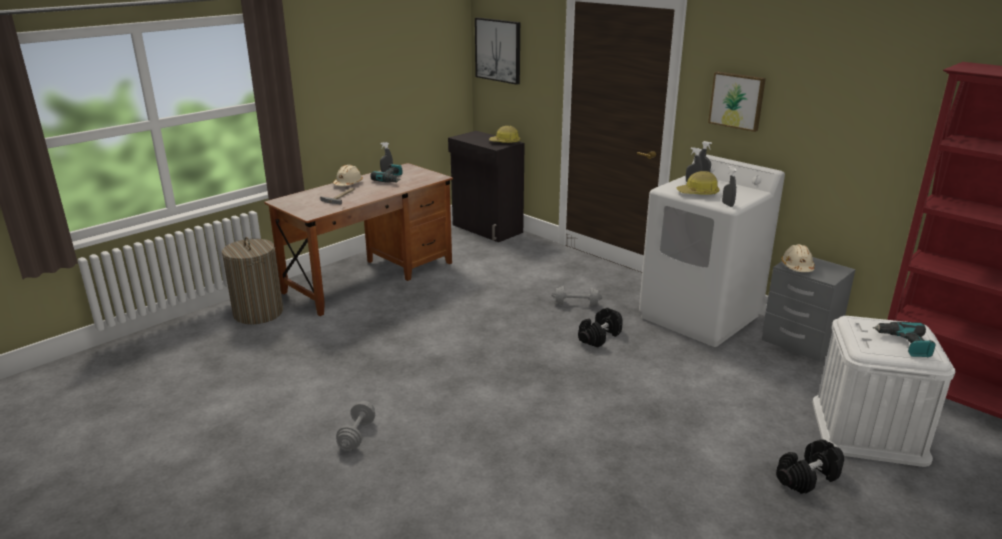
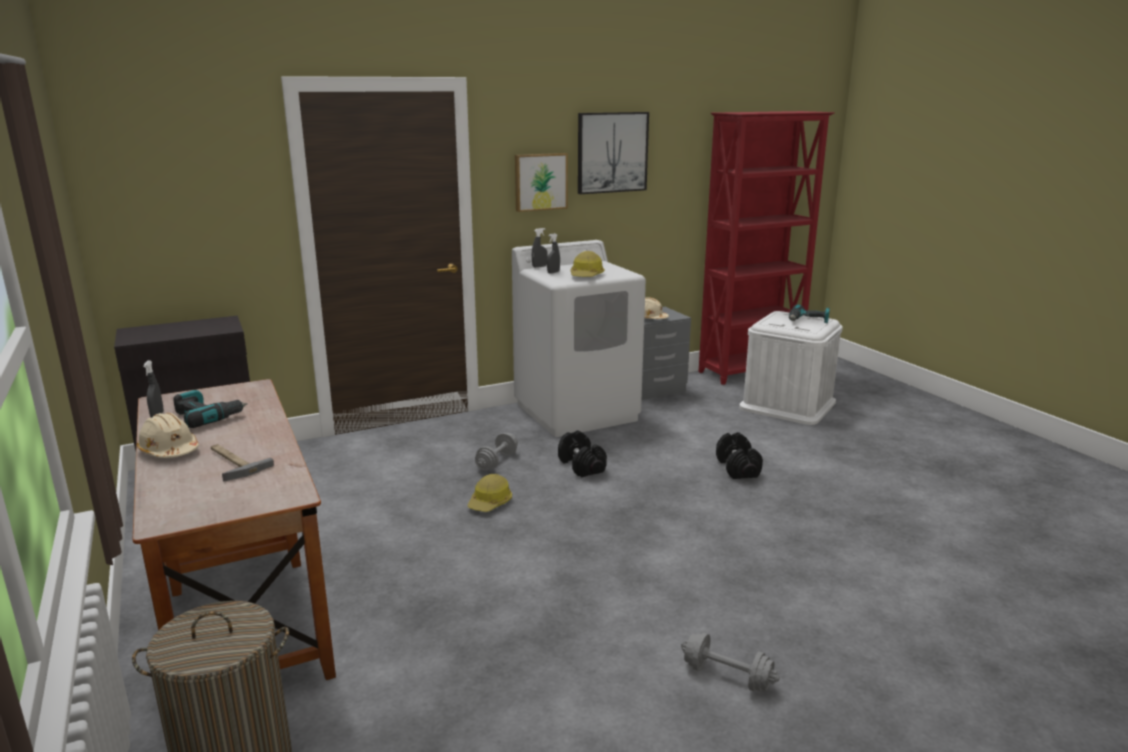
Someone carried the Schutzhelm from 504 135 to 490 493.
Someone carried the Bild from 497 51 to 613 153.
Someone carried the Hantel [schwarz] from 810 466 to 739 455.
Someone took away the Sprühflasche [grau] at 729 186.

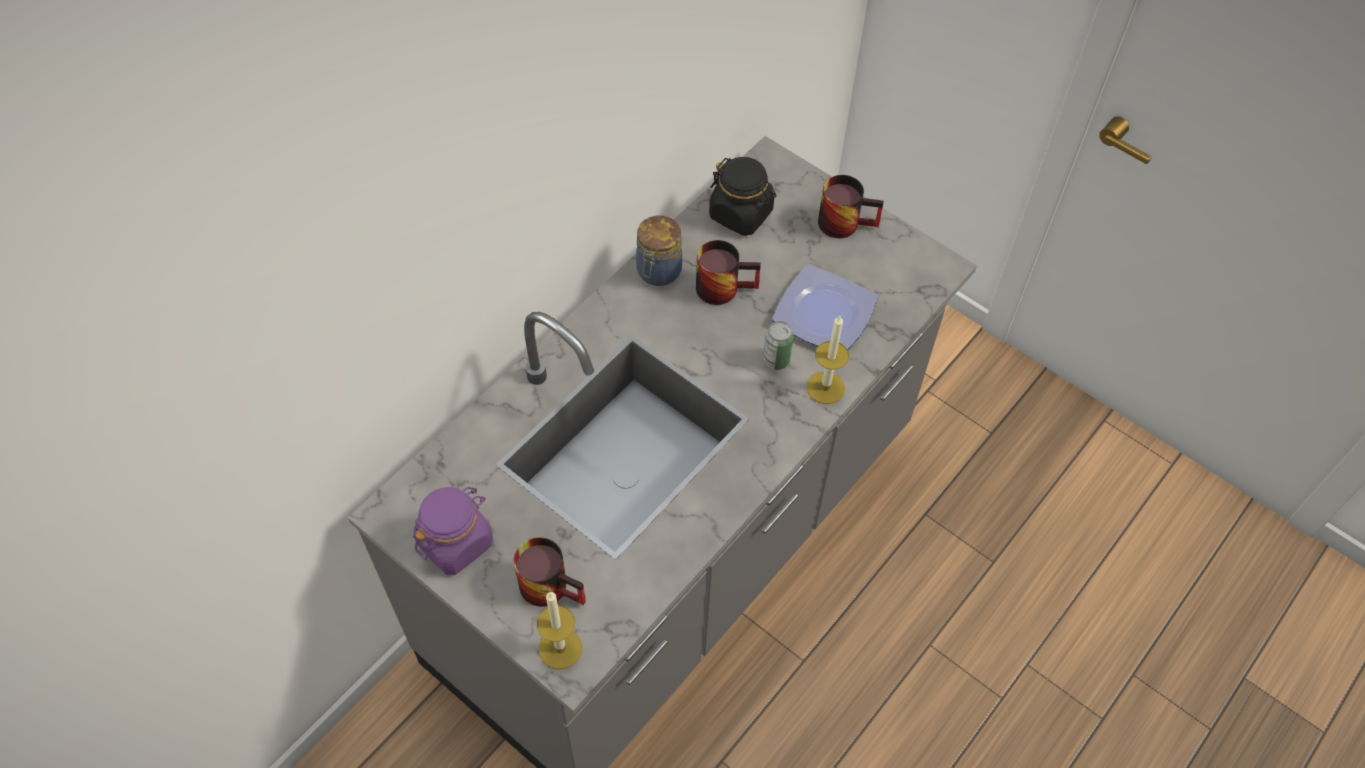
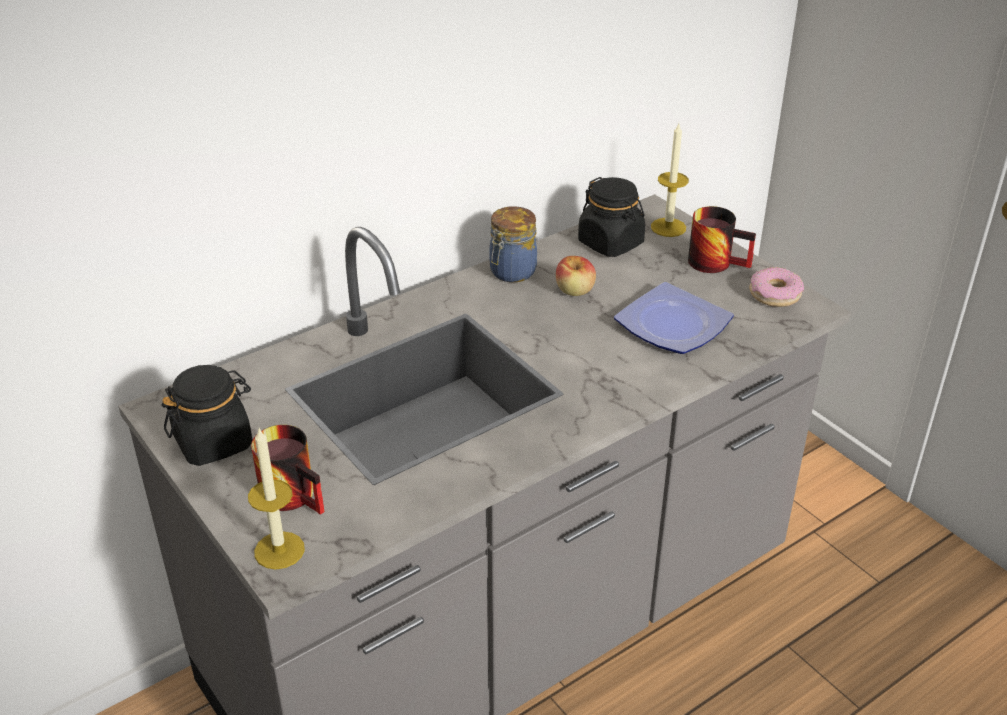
Someone repainted the Vorratsglas [lila] at 453 531, which became the Vorratsglas [schwarz] at 207 415.
Someone swapped the Henkelbecher at 728 272 for the Apfel at 576 276.
Someone carried the Kerze from 827 360 to 670 180.
Someone put down the Donut at 776 287.
Someone took away the Dose at 778 345.

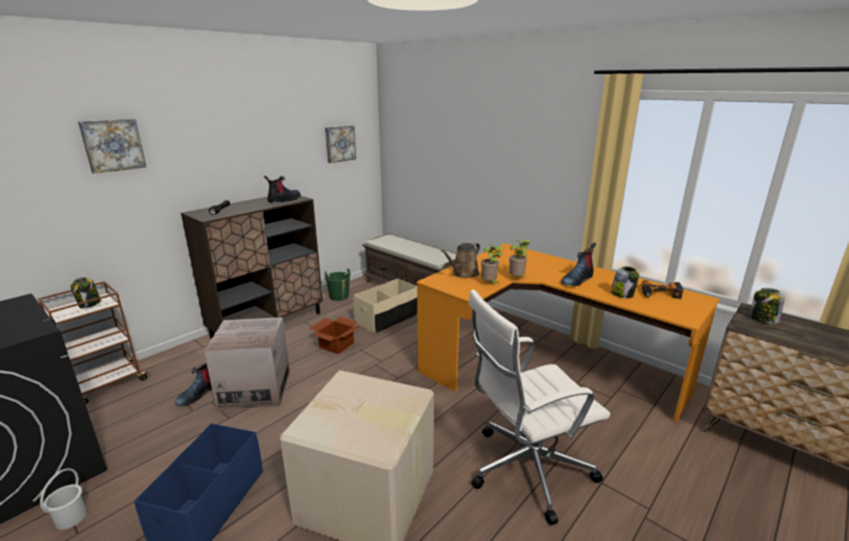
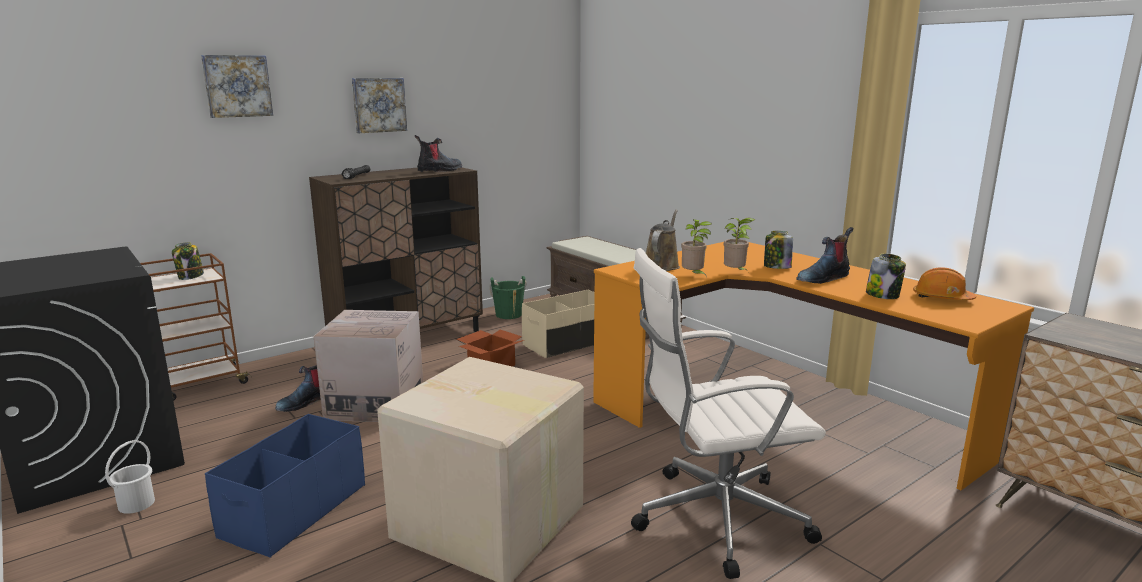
Someone carried the Bild from 340 144 to 379 105.
Someone rotated the Gießkanne [braun] at 460 260 by 150 degrees clockwise.
Someone carried the Vorratsglas from 767 306 to 778 250.
Someone swapped the Bohrmaschine at 662 289 for the Schutzhelm [orange] at 944 283.

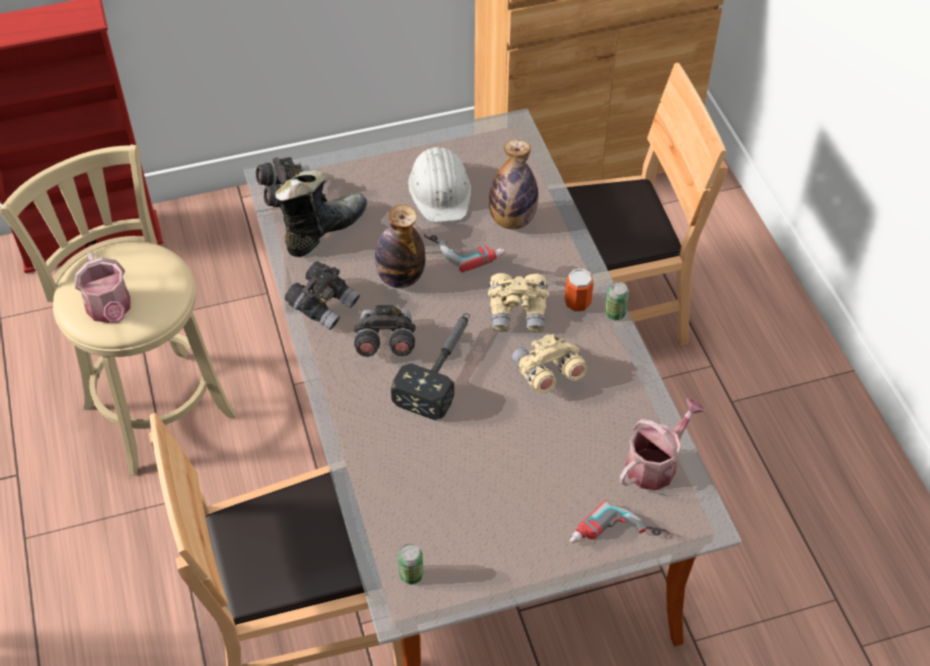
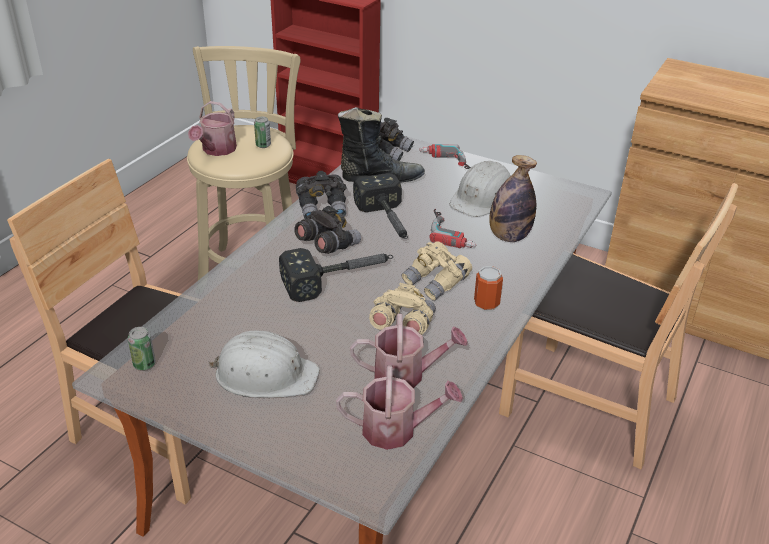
Someone put down the Schutzhelm [weiß] at 264 364.
Someone carried the Dose from 617 301 to 262 132.
Someone put down the Gießkanne at 409 351.
Someone swapped the Flasche at 400 246 for the Hammer at 380 206.
Someone carried the Bohrmaschine from 620 521 to 445 156.

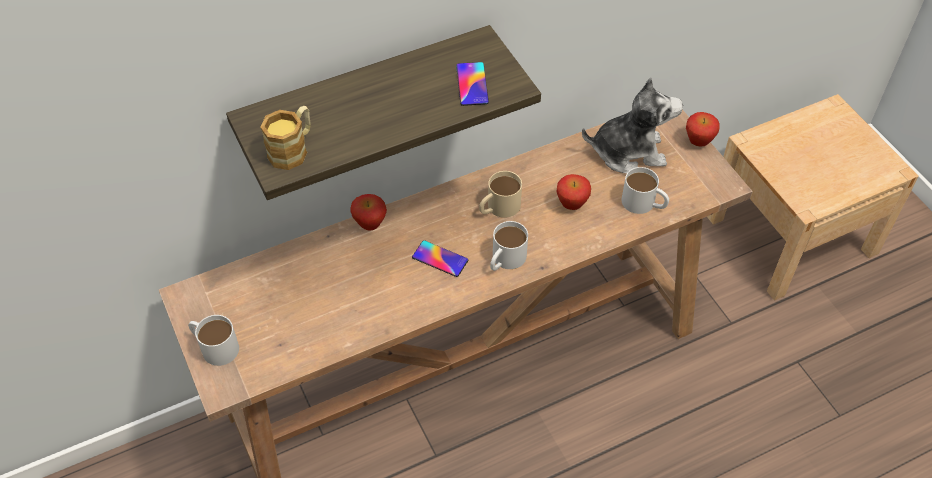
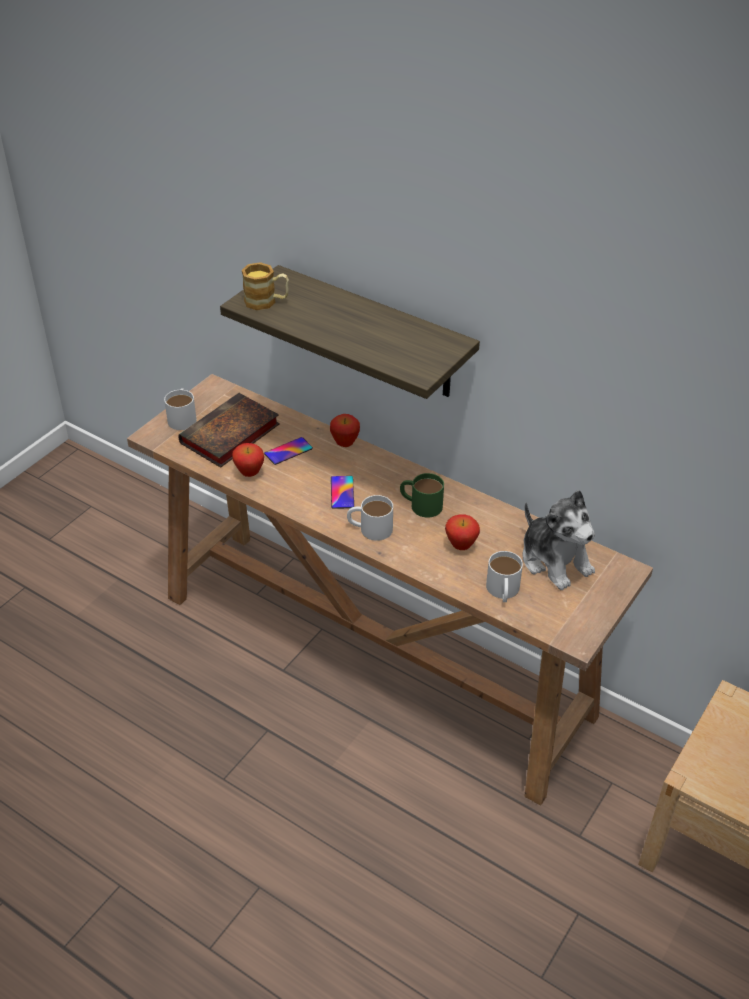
Someone put down the Buch at 229 430.
Someone carried the Apfel from 703 129 to 248 460.
Someone carried the Handy from 472 84 to 288 451.
Someone repainted the Henkelbecher [beige] at 500 194, which became the Henkelbecher [grün] at 422 495.

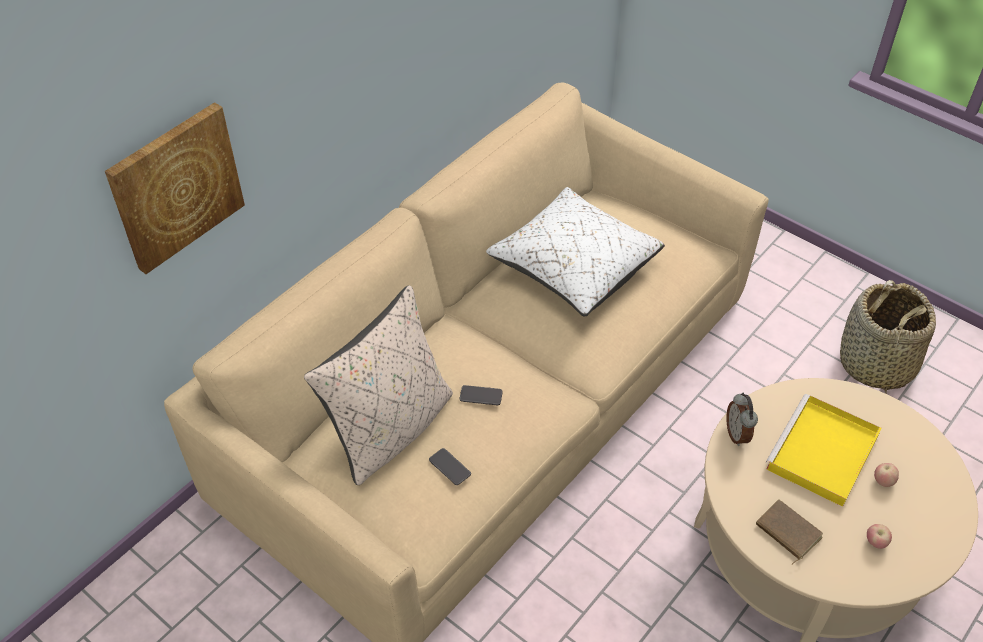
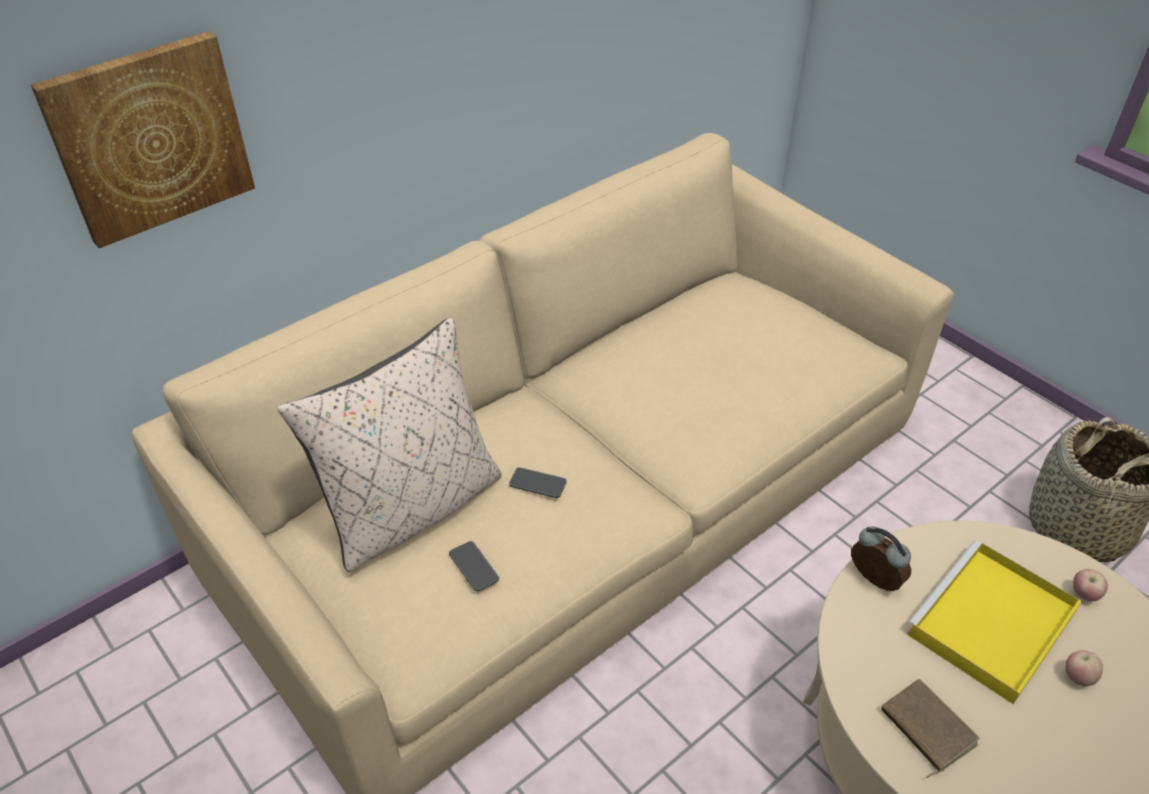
Someone rotated the Wecker at 742 419 by 135 degrees clockwise.
Someone carried the Apfel from 879 536 to 1090 585.
Someone took away the Kissen [weiß] at 575 251.

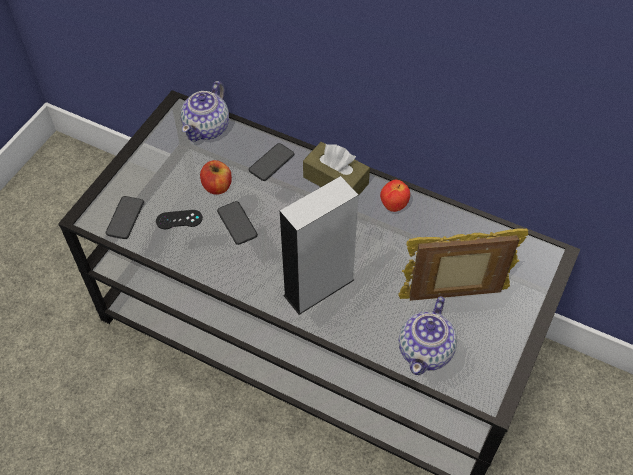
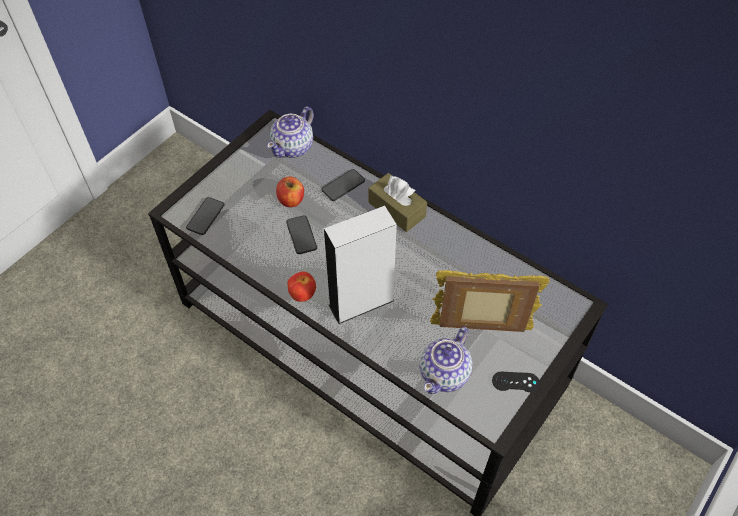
Someone carried the Apfel from 395 196 to 302 286.
Someone carried the Gamepad [schwarz] from 179 219 to 516 382.

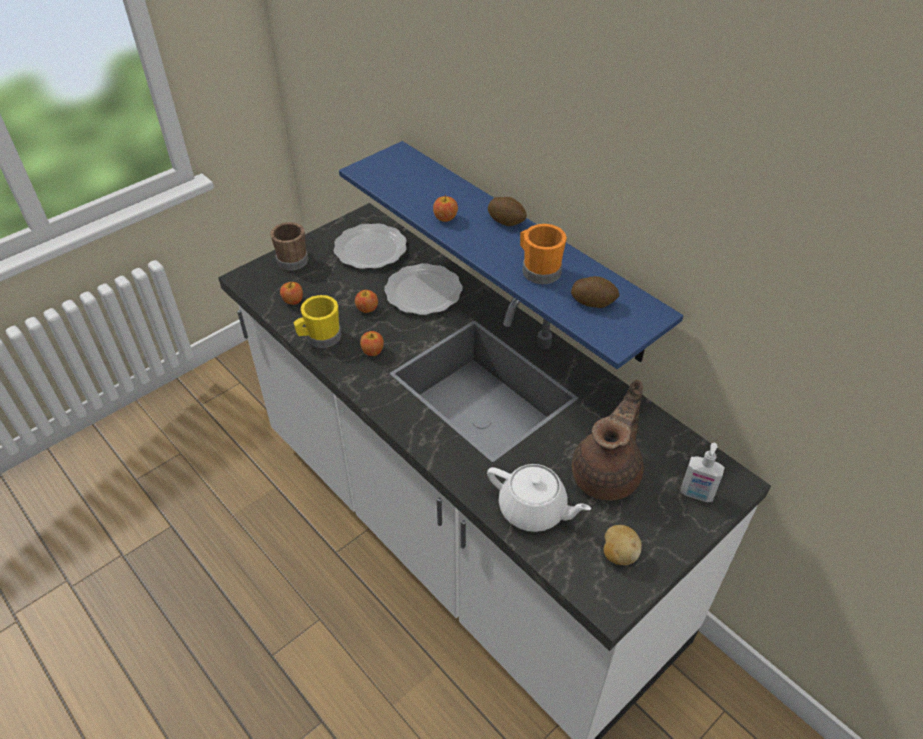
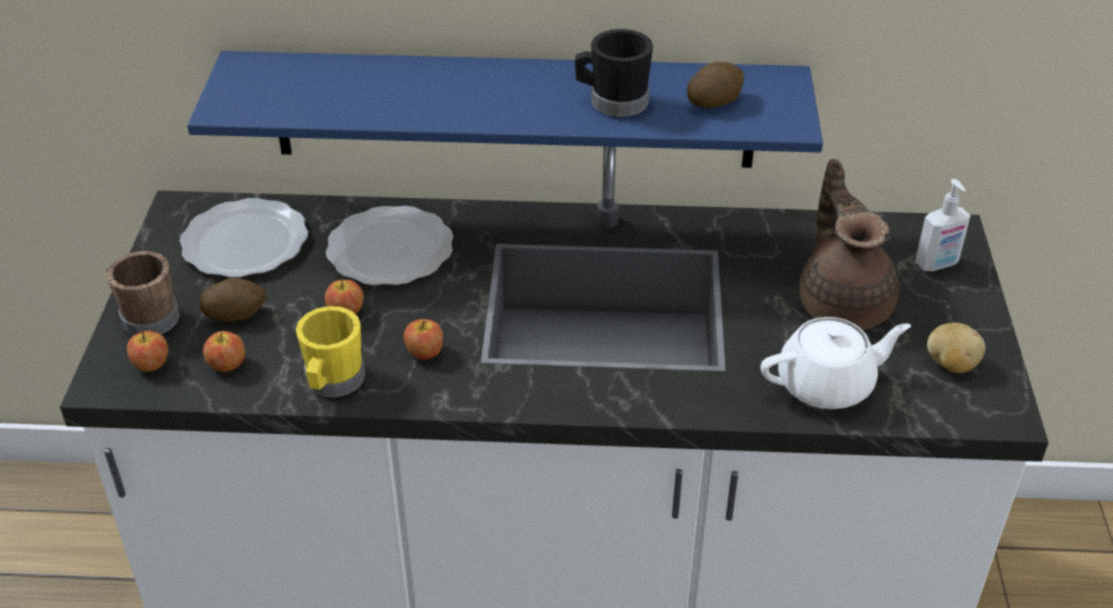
Someone carried the Apfel from 445 208 to 147 351.
Someone carried the Kartoffel from 507 211 to 233 300.
Someone repainted the Henkelbecher [orange] at 543 254, which became the Henkelbecher [schwarz] at 614 73.

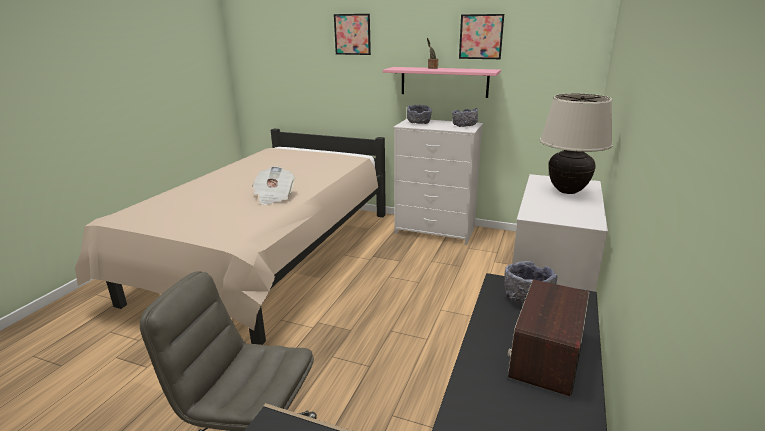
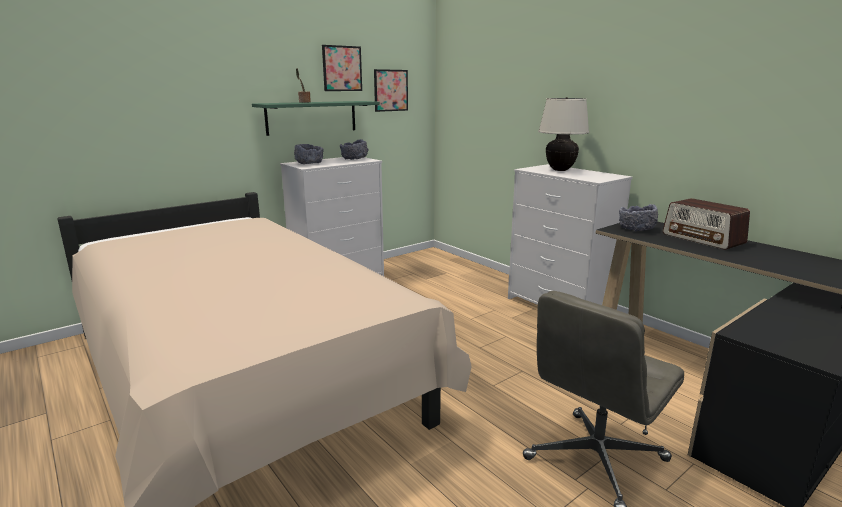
Someone repainted the Wandregal [rosa] at 442 82, which became the Wandregal [grün] at 316 118.
Someone carried the Bild from 352 34 to 391 90.
Someone took away the Zeitung at 273 185.

